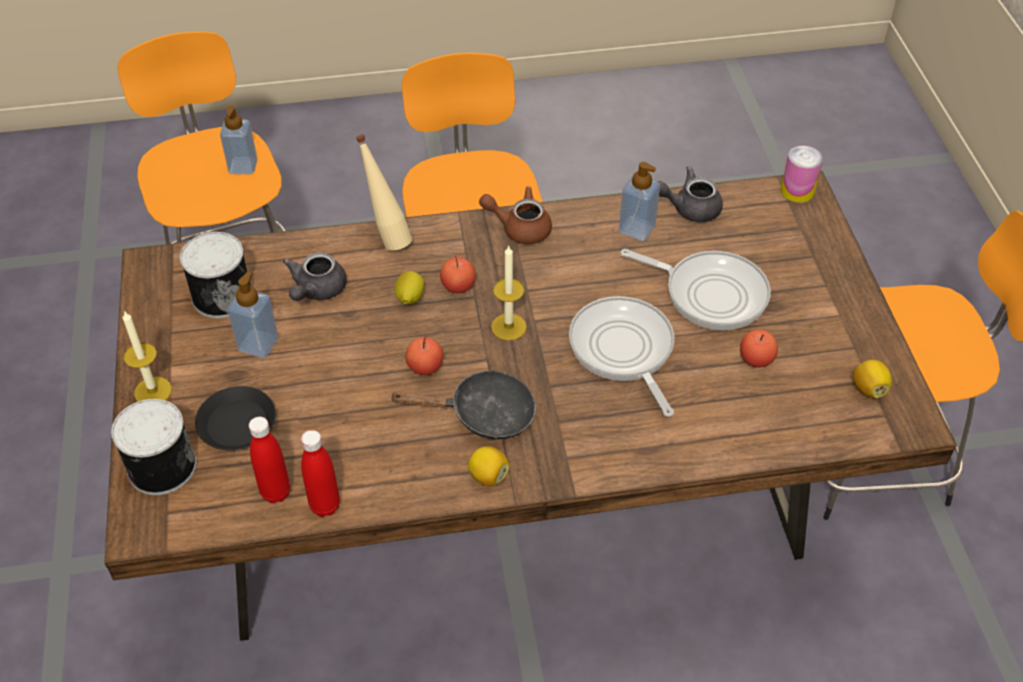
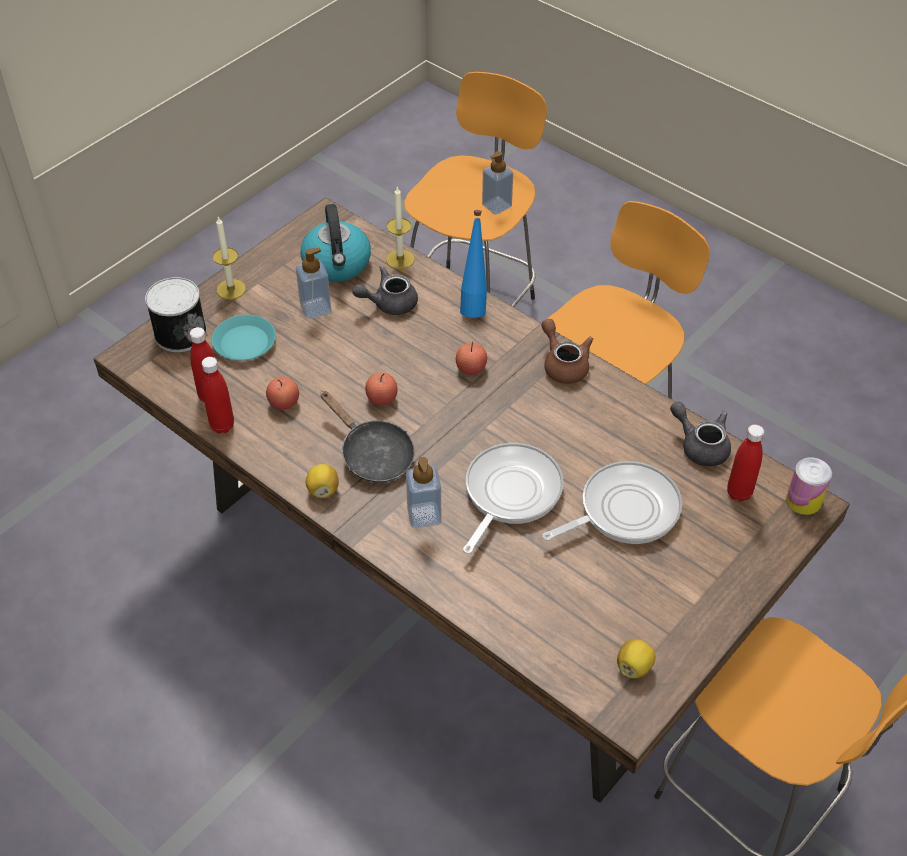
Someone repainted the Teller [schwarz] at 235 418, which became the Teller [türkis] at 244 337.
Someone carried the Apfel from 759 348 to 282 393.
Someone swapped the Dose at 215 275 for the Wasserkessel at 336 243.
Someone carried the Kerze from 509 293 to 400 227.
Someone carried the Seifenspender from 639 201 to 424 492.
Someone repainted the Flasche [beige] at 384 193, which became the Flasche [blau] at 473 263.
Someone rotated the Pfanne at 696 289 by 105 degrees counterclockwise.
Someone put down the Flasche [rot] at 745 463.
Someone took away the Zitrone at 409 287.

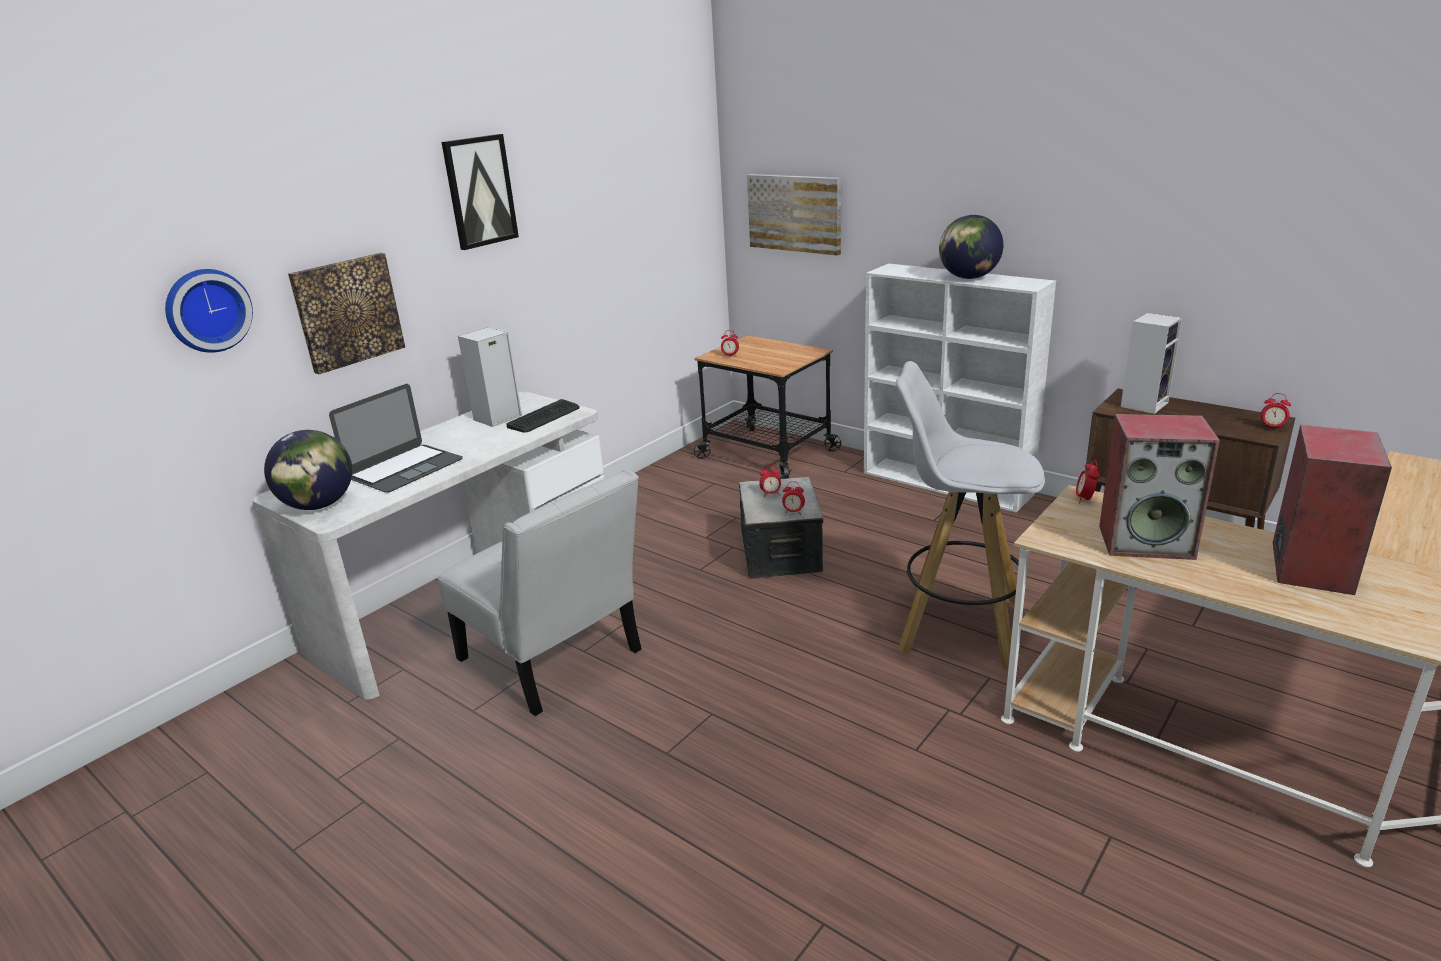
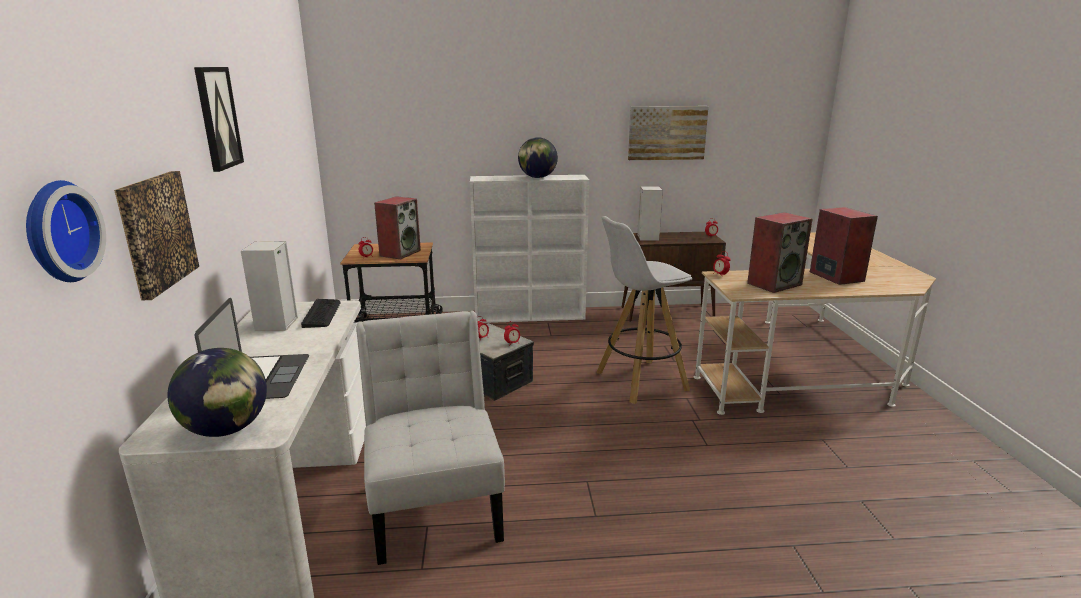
Someone rotated the Stuhl [weiß] at 539 592 by 105 degrees counterclockwise.
Someone put down the Lautsprecher at 397 227.
Someone carried the Bild from 794 215 to 668 133.

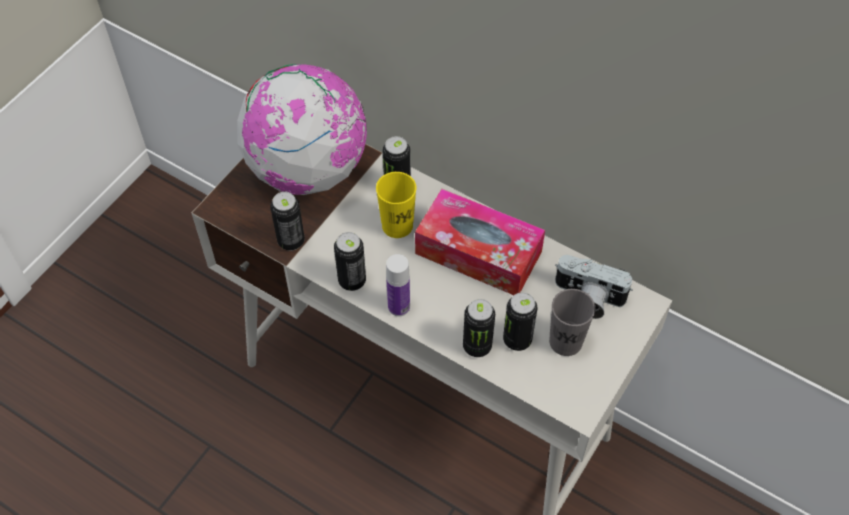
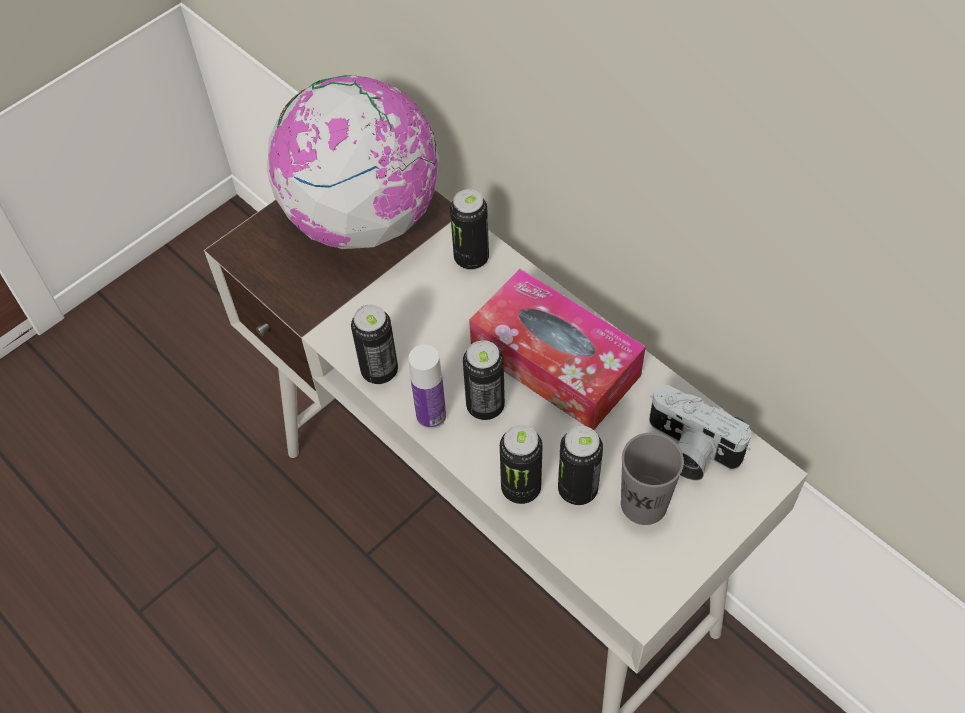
Someone carried the Dose from 287 221 to 484 380.
Someone took away the Tasse [gelb] at 396 205.

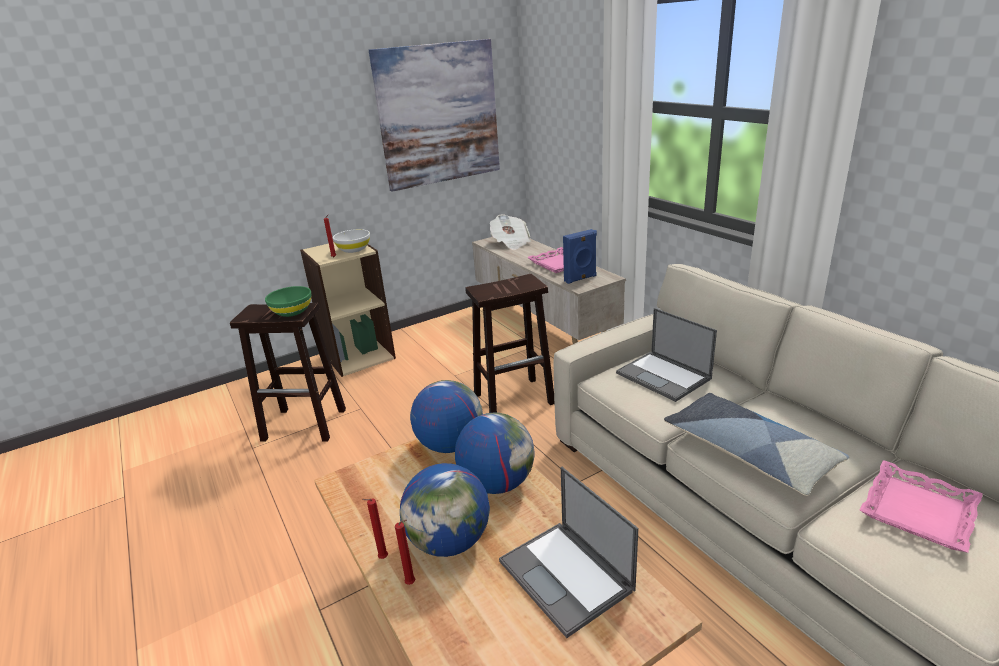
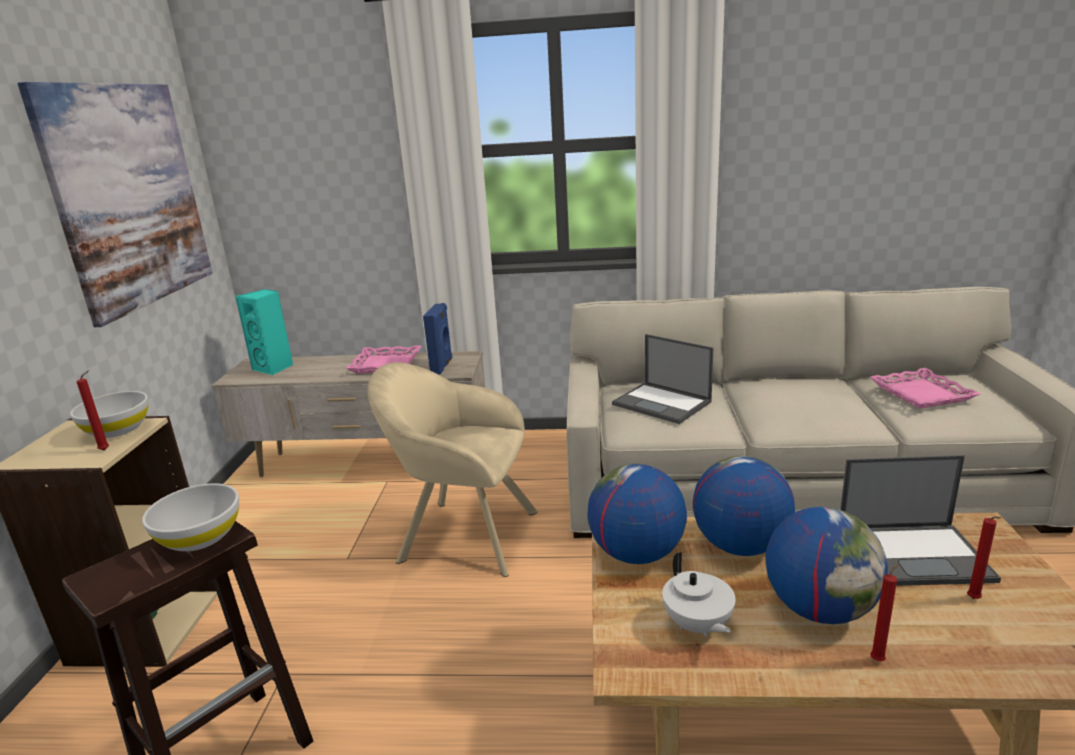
Someone repainted the Schüssel [grün] at 288 301, which became the Schüssel [weiß] at 190 517.
Someone swapped the Zeitung at 510 232 for the Lautsprecher [türkis] at 264 332.
Someone swapped the Hocker [braun] at 509 343 for the Sessel [beige] at 452 469.
Someone rotated the Laptop at 666 355 by 45 degrees clockwise.
Someone put down the Teekanne [weiß] at 699 594.
Someone carried the Kerze [rot] from 375 529 to 984 558.
Someone took away the Kissen at 756 444.

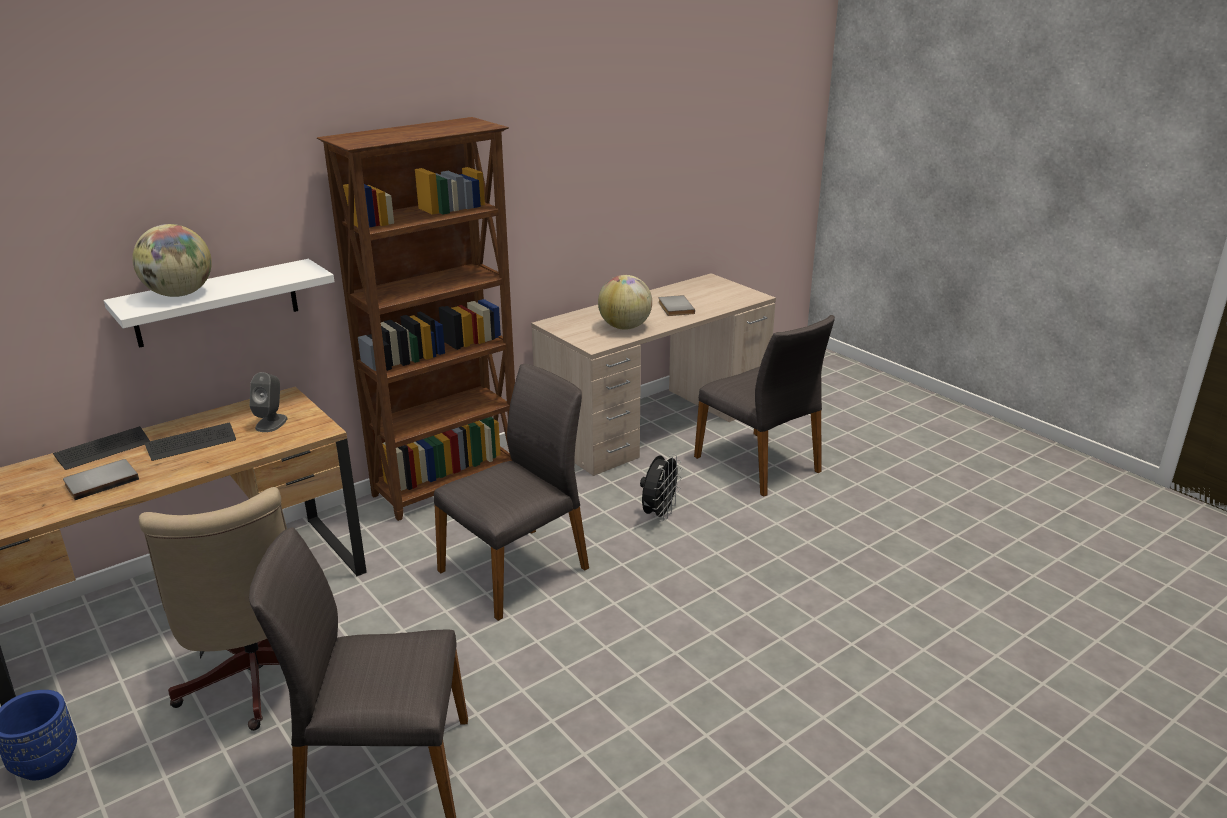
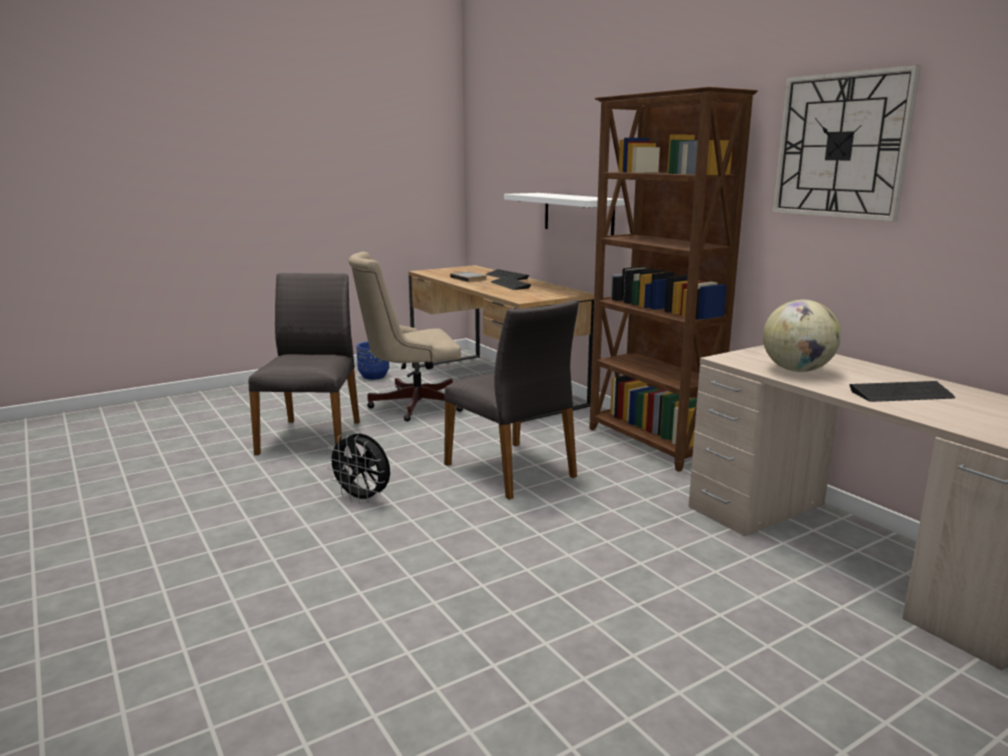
Someone carried the Ventilator [schwarz] from 661 488 to 358 468.
Someone put up the Wanduhr at 846 143.
Someone swapped the Buch [grau] at 677 305 for the Tastatur at 902 391.
Someone took away the Globus at 172 260.
Someone took away the Lautsprecher [grau] at 268 402.
Someone took away the Stuhl [grau] at 764 406.

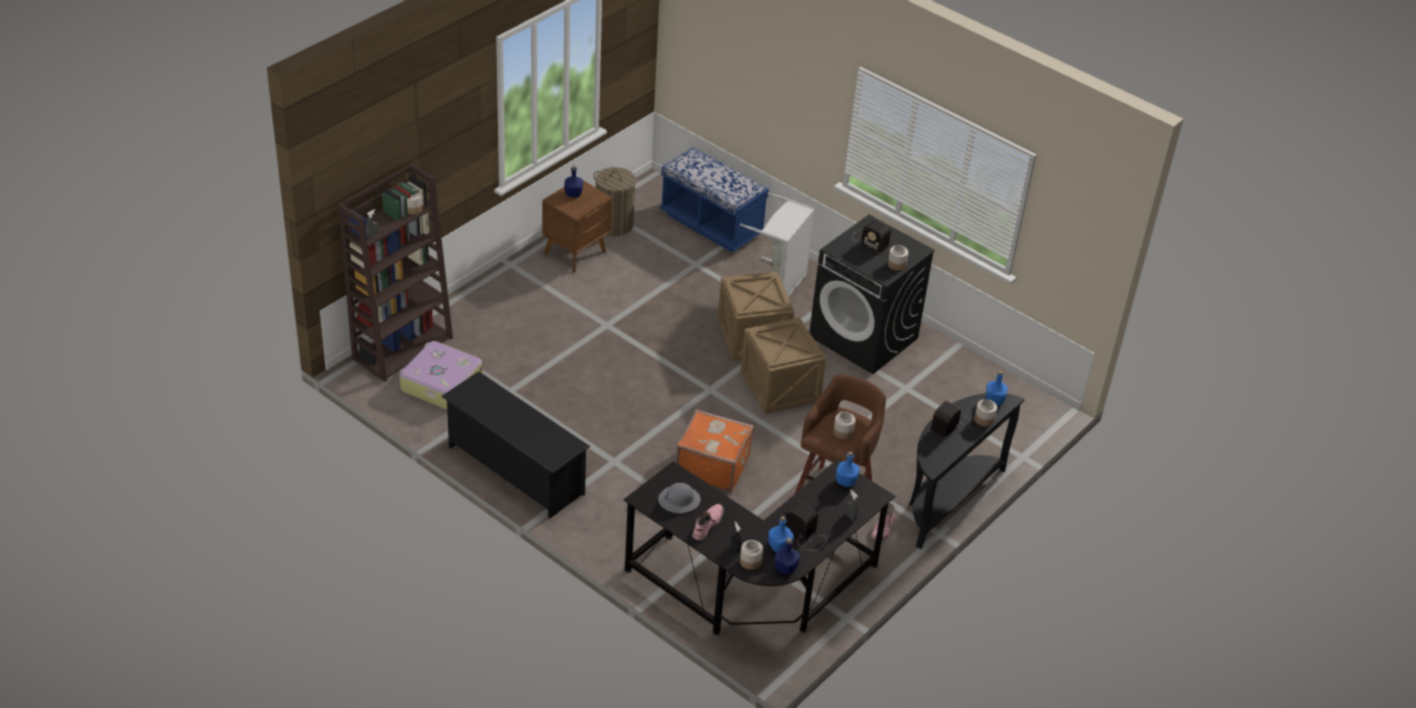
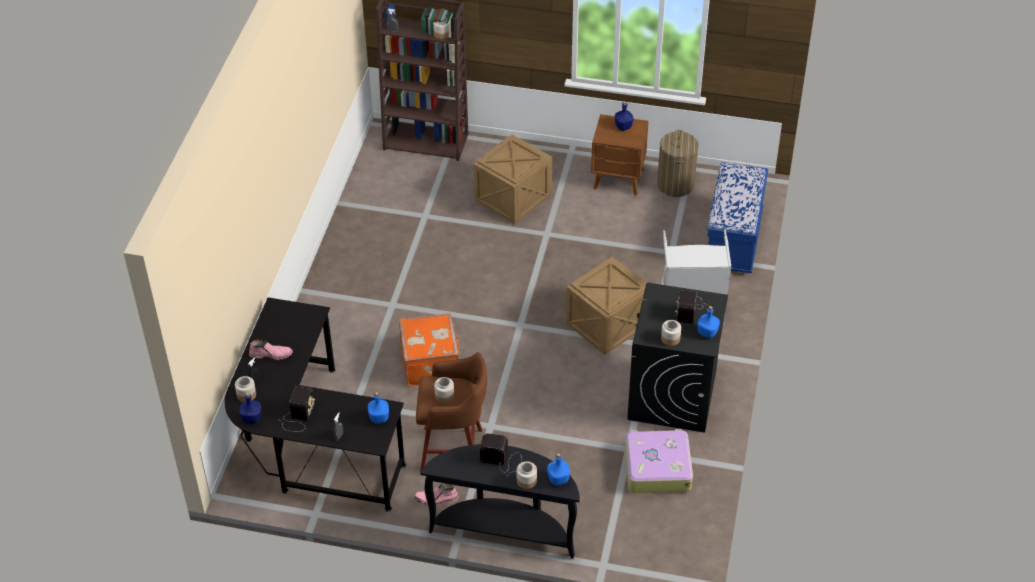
Someone carried the Kiste from 783 365 to 513 179.
Someone carried the Koffer from 440 375 to 659 461.
Someone carried the Flasche [blau] from 781 534 to 708 322.
Someone took away the Schuhregal [schwarz] at 515 445.
Someone took away the Schutzhelm [grau] at 679 498.

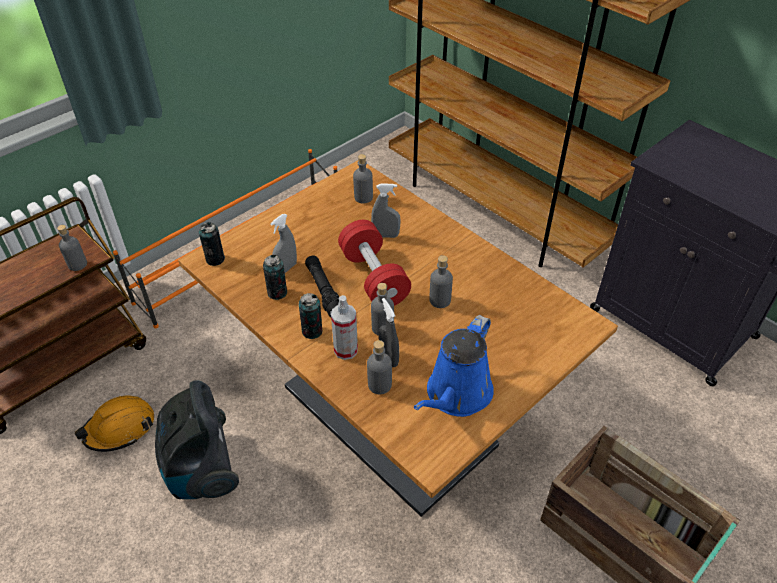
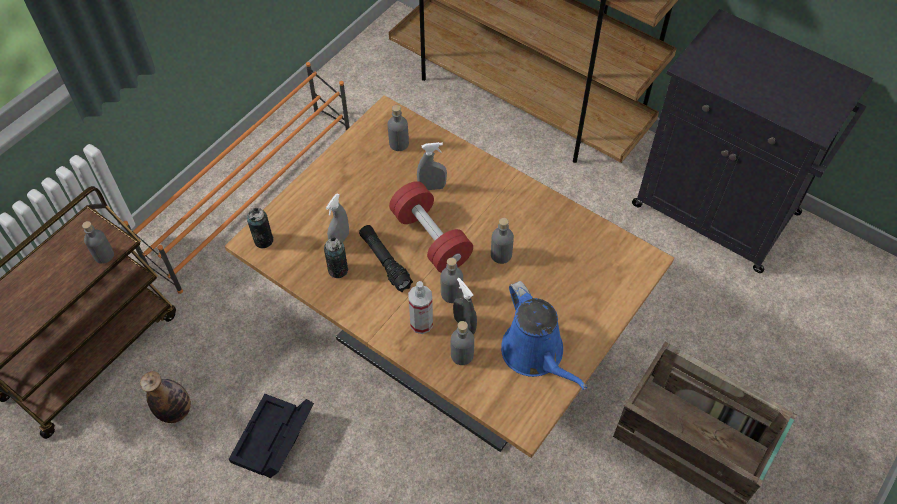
Someone swapped the Schutzhelm [orange] at 114 424 for the Flasche at 165 397.
Someone swapped the Staubsauger at 197 439 for the Aufbewahrungsbox [schwarz] at 271 436.
Someone rotated the Gießkanne [blau] at 454 366 by 45 degrees counterclockwise.
Someone took away the Dose at 311 316.

